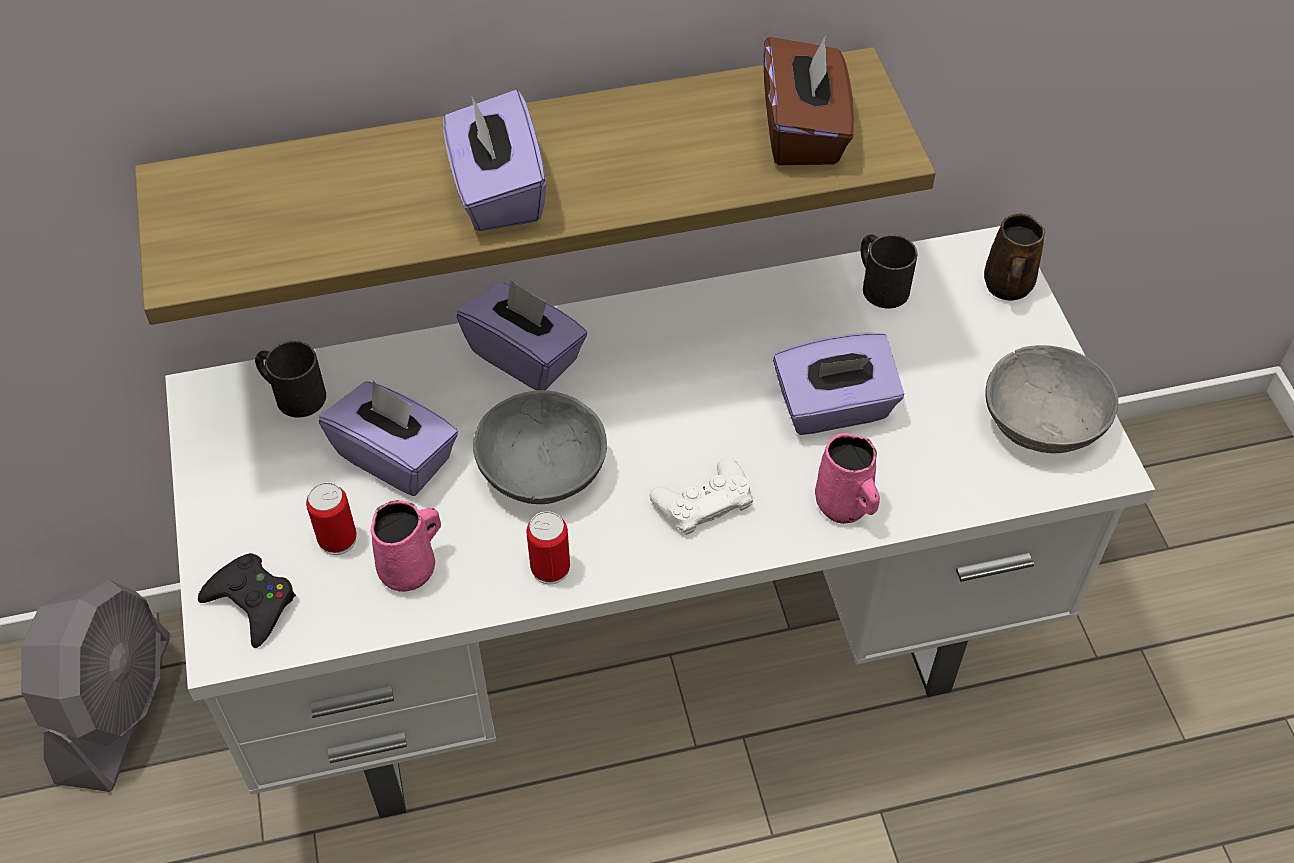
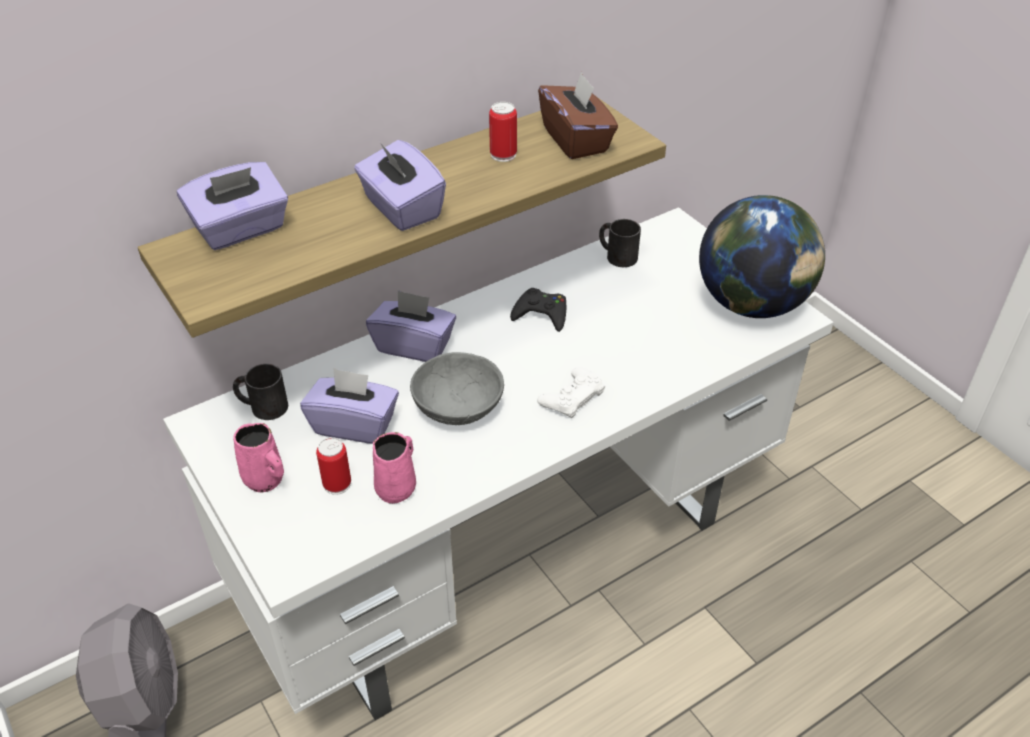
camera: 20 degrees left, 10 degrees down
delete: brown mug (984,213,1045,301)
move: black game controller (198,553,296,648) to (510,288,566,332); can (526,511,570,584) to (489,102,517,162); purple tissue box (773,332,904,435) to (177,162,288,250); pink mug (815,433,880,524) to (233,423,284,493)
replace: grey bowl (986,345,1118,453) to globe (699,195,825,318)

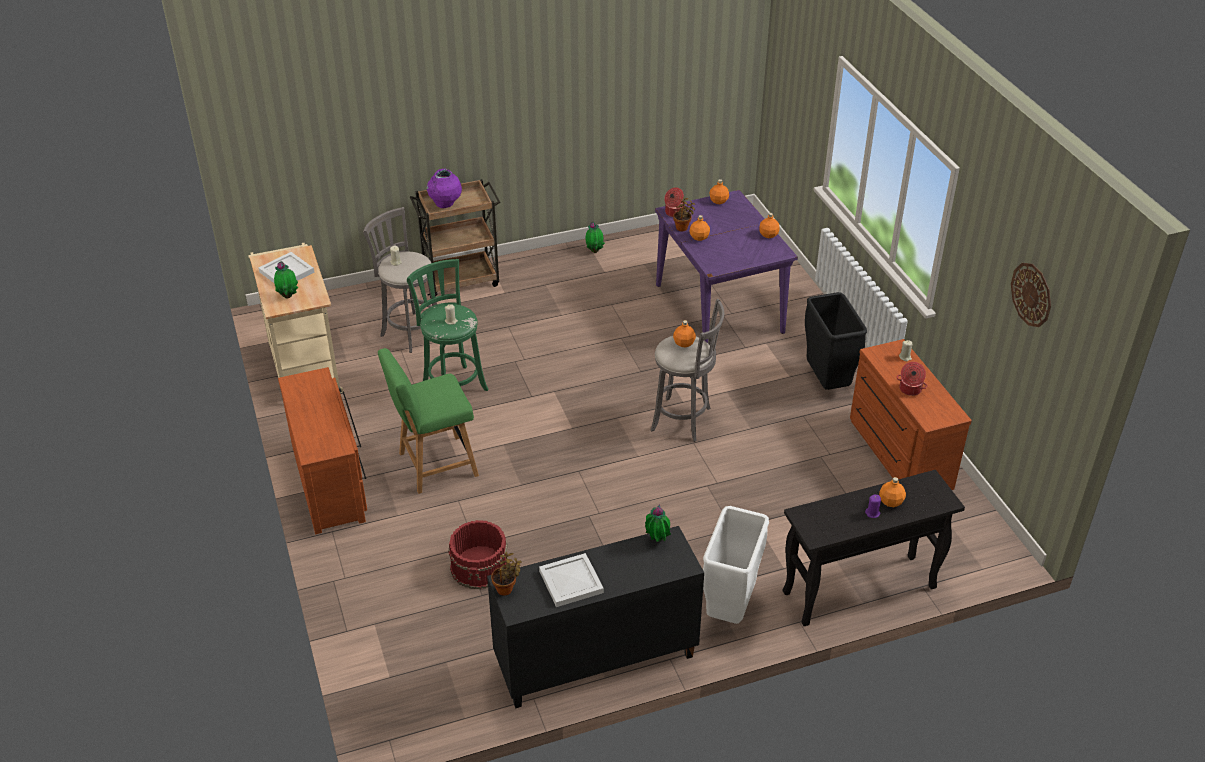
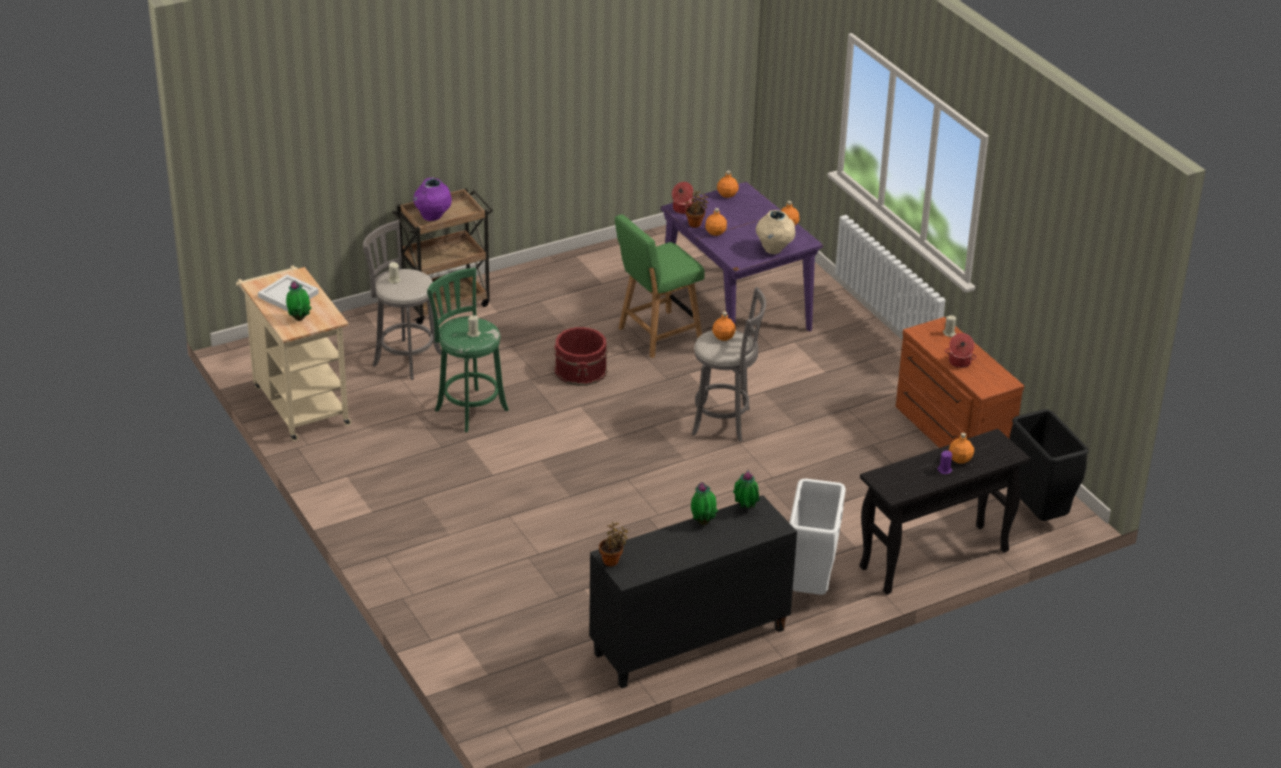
camera: 10 degrees left, 5 degrees down
delete: brown dresser (278,367,367,534); white tray (539,553,604,607); wall clock (1011,263,1051,327)
insert: beige vase (756,210,795,254)
move: green chair (378,348,479,494) to (615,214,705,358); red bucket (448,520,508,589) to (554,327,608,386); potted plant (586,222,605,253) to (691,482,718,525); black trash can (805,292,867,390) to (1010,409,1088,521)

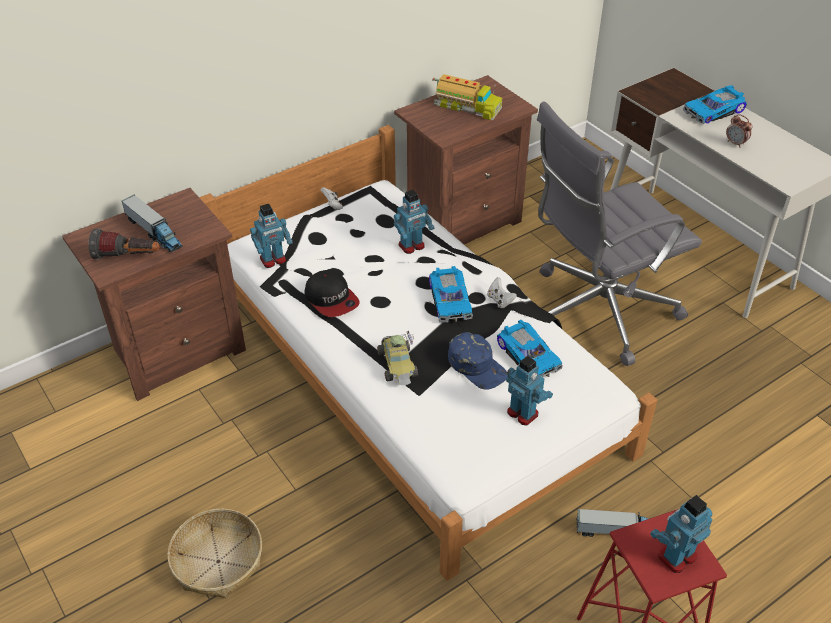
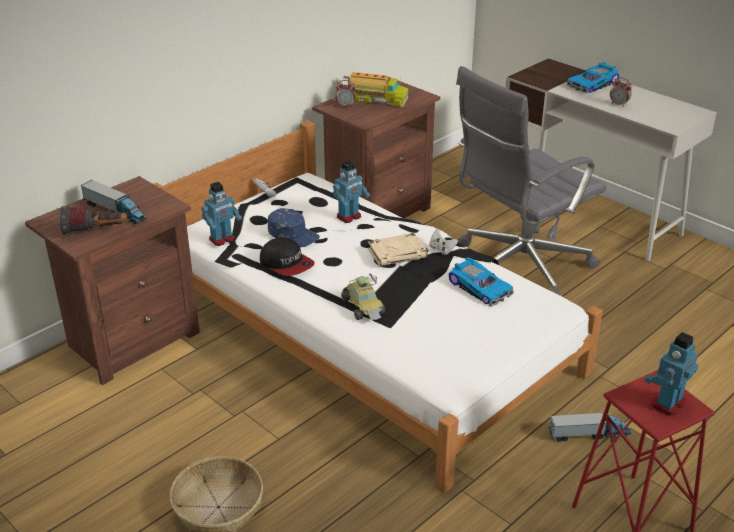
camera: 10 degrees left, 10 degrees down
delete: toy robot (506,356,553,426)
insert: alarm clock (335,80,356,107)
move: blue cap (448,332,508,389) to (268,208,320,247)
replace: toy car (429,266,473,322) to beige book (368,233,427,267)

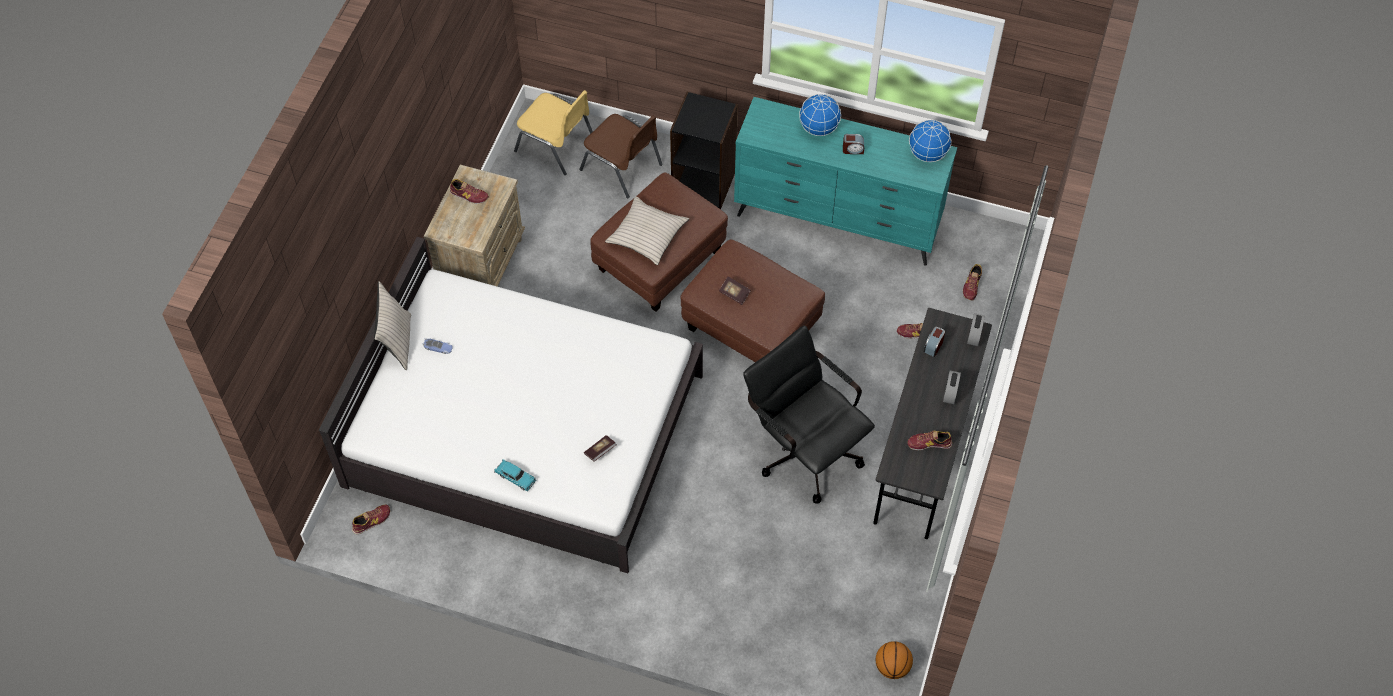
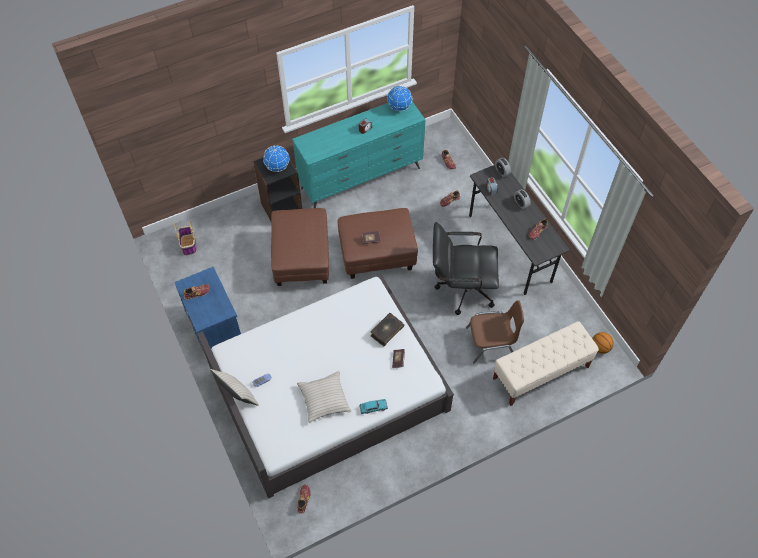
camera: 45 degrees left, 0 degrees up
insert: book (370,313,404,346); beige bench (493,321,599,406)
move: brown chair (580,114,663,198) to (466,300,524,363); beige pillow (605,196,689,265) to (297,371,351,423); globe (799,94,841,136) to (263,146,290,172)
replace: yellow chair (514,90,593,175) to basket (174,221,197,256)
recolor: beige nightstand (424,165,525,287) to blue nightstand (174,267,241,354)

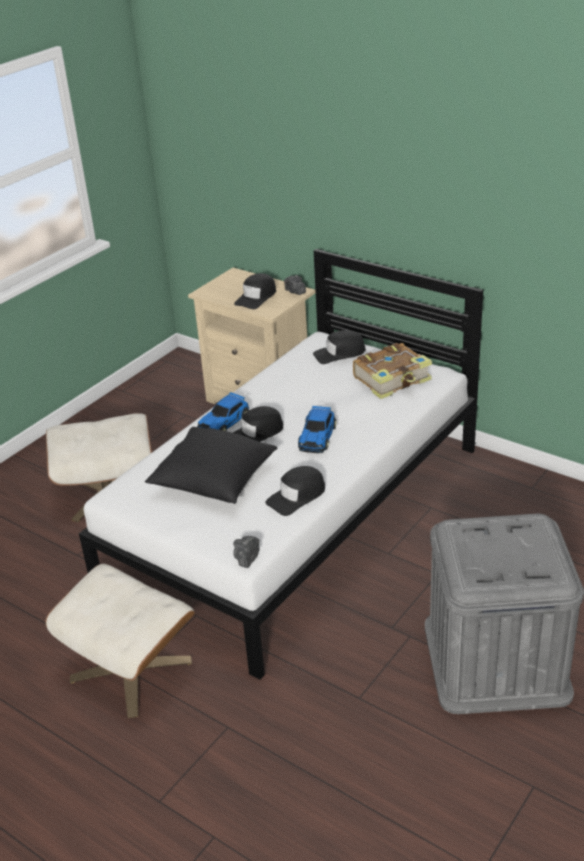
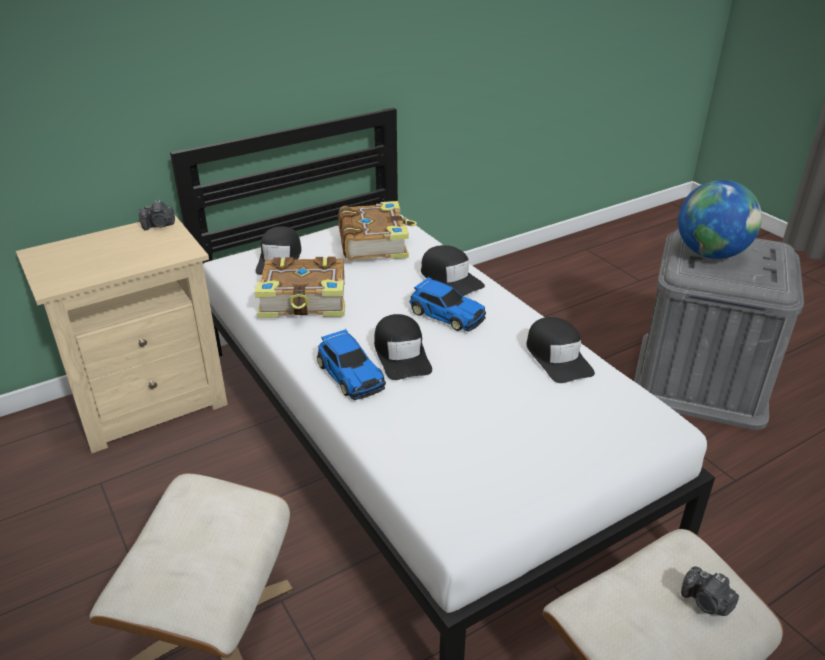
camera: 70 degrees left, 0 degrees up
delete: black pillow (145,427,277,504)
insert: book (254,256,345,318); globe (678,180,762,259)
move: photo camera (233,536,260,568) to (681,566,739,616); black cap (234,273,276,309) to (421,245,485,296)

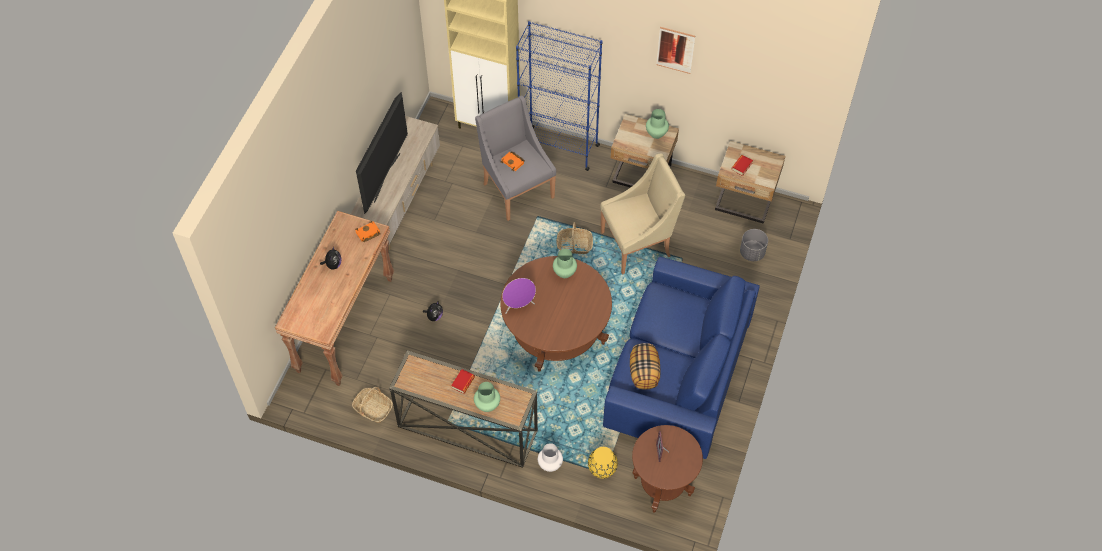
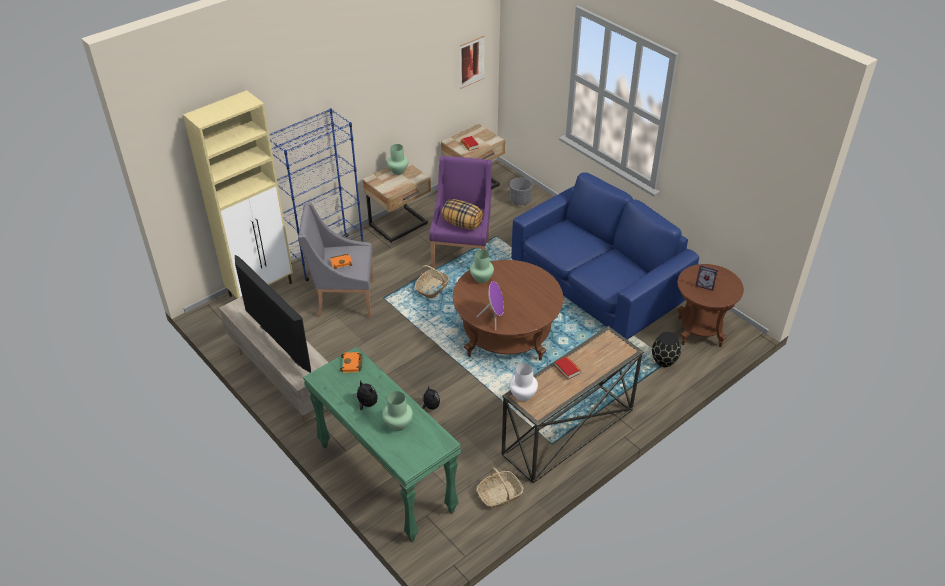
camera: 60 degrees left, 15 degrees down
move: green vase (474,382,500,412) to (382,391,413,431); white vase (538,443,563,472) to (509,363,538,401); pillow (630,343,661,390) to (442,199,483,229); picture (656,27,695,74) to (460,36,485,89)
recolor: brown console table (275,211,394,386) to green console table (303,347,461,543); yellow vase (588,447,618,479) to black vase (652,332,681,367); beige armchair (600,153,685,275) to purple armchair (429,156,492,269)

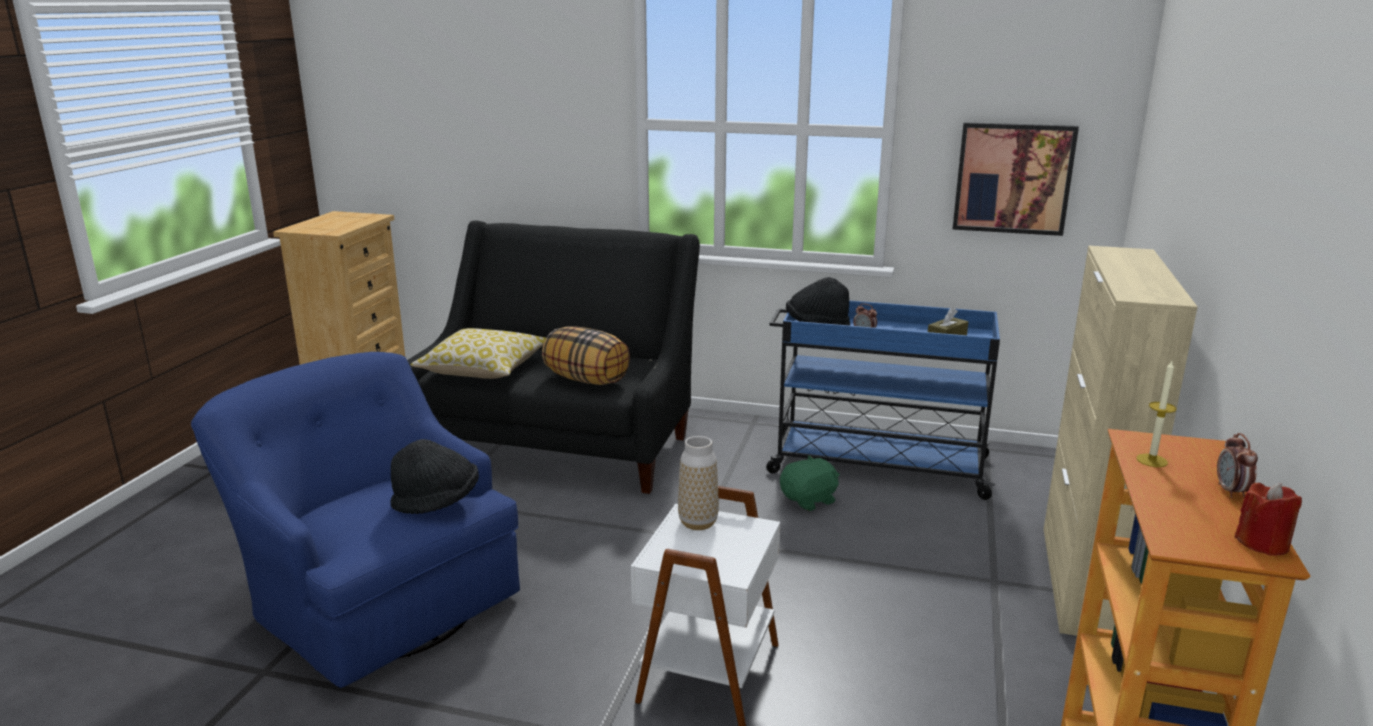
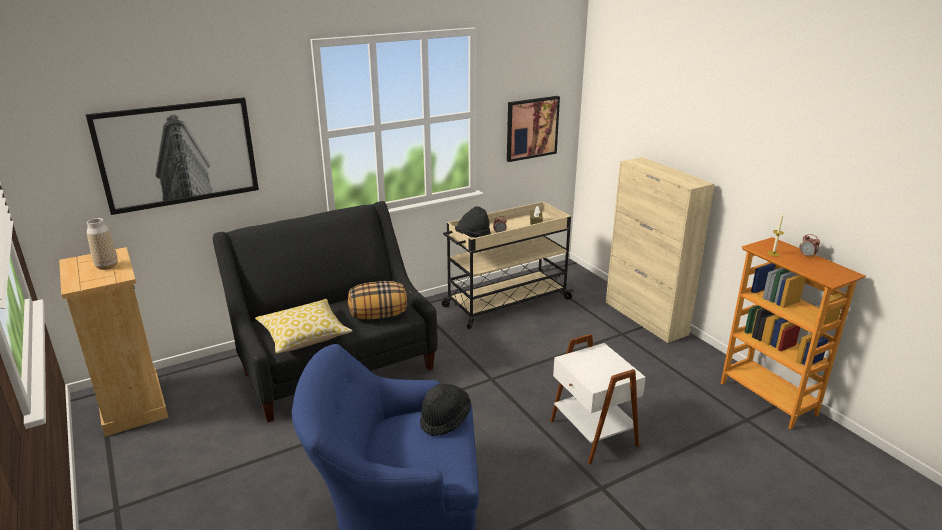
camera: 45 degrees left, 5 degrees up
delete: green plush toy (780,455,840,511); red candle (1234,483,1302,556)
insert: picture (85,97,259,215)
move: vase (678,436,719,530) to (87,218,118,270)
recolor: blue cart (766,300,1000,500) to beige cart (442,201,574,329)

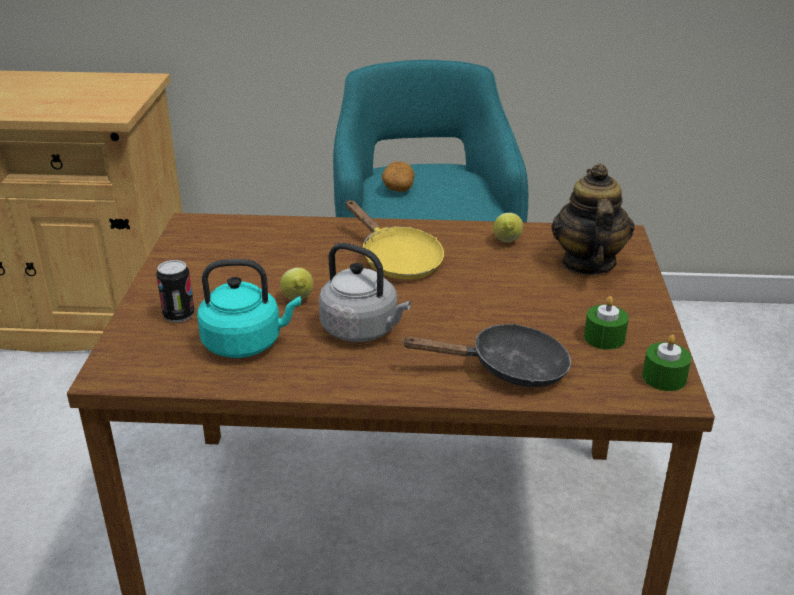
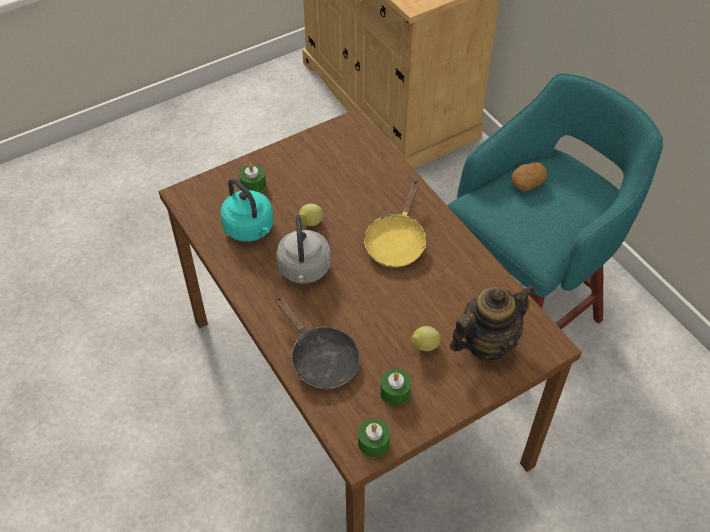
camera: 55 degrees right, 20 degrees up
move: lemon (494,213,523,242) to (411,326,441,351)
replace: can (156,260,195,322) to green candle (239,163,266,193)

